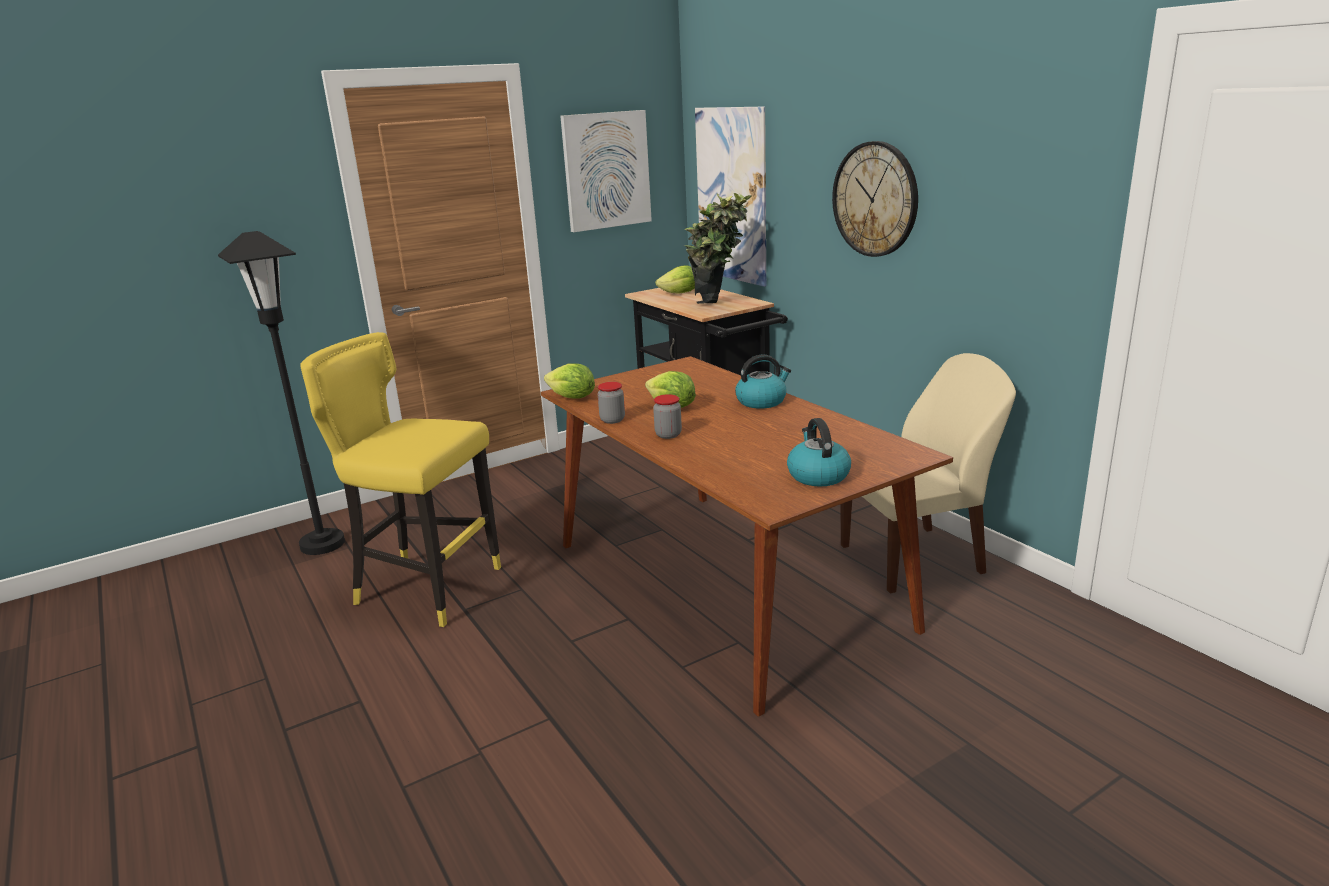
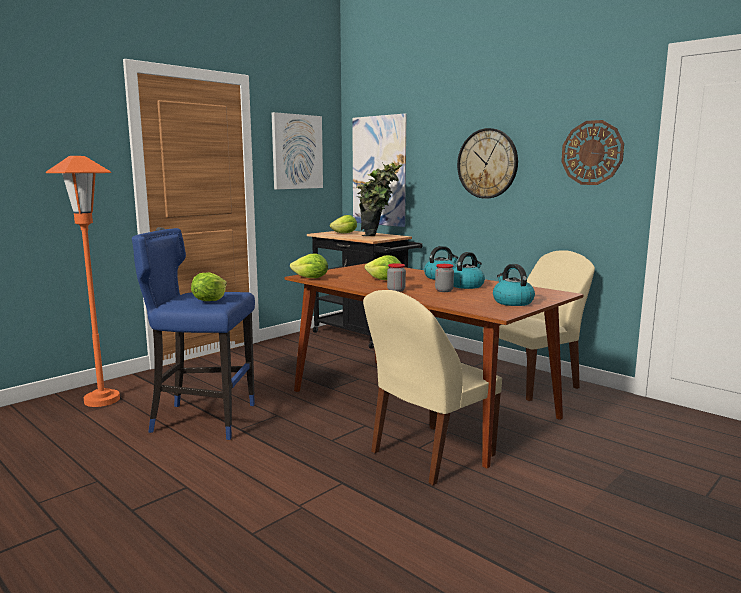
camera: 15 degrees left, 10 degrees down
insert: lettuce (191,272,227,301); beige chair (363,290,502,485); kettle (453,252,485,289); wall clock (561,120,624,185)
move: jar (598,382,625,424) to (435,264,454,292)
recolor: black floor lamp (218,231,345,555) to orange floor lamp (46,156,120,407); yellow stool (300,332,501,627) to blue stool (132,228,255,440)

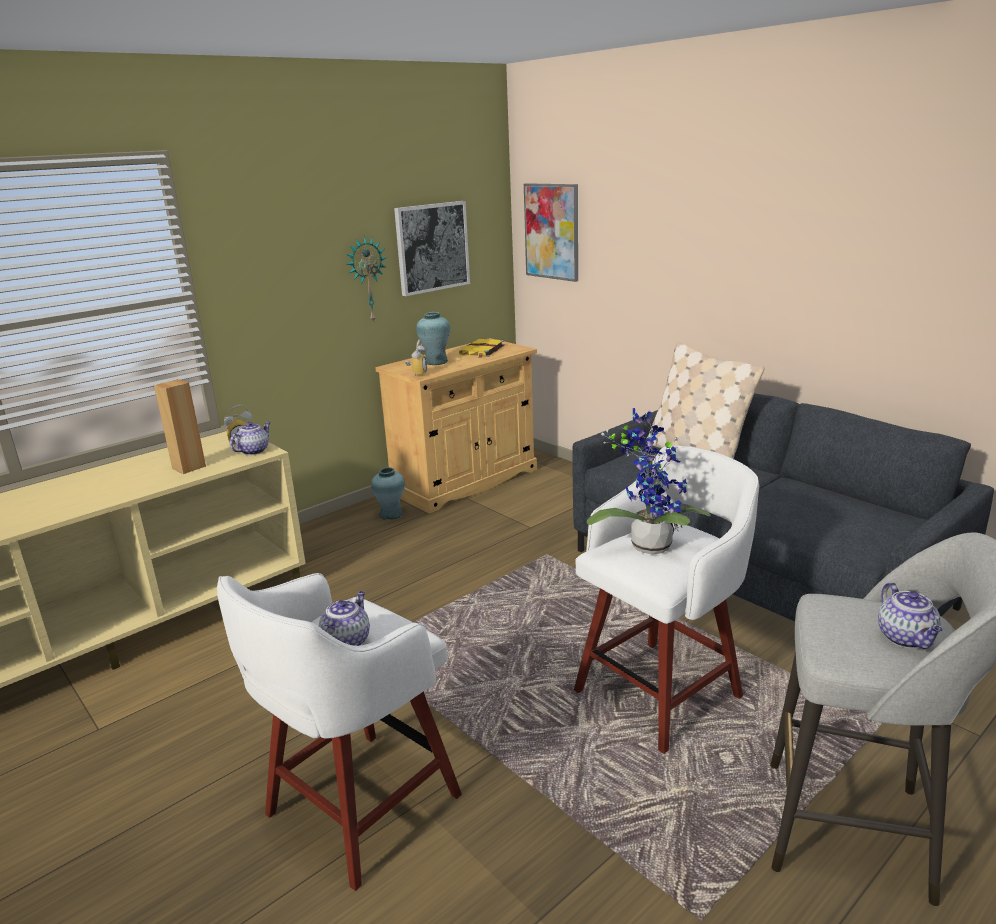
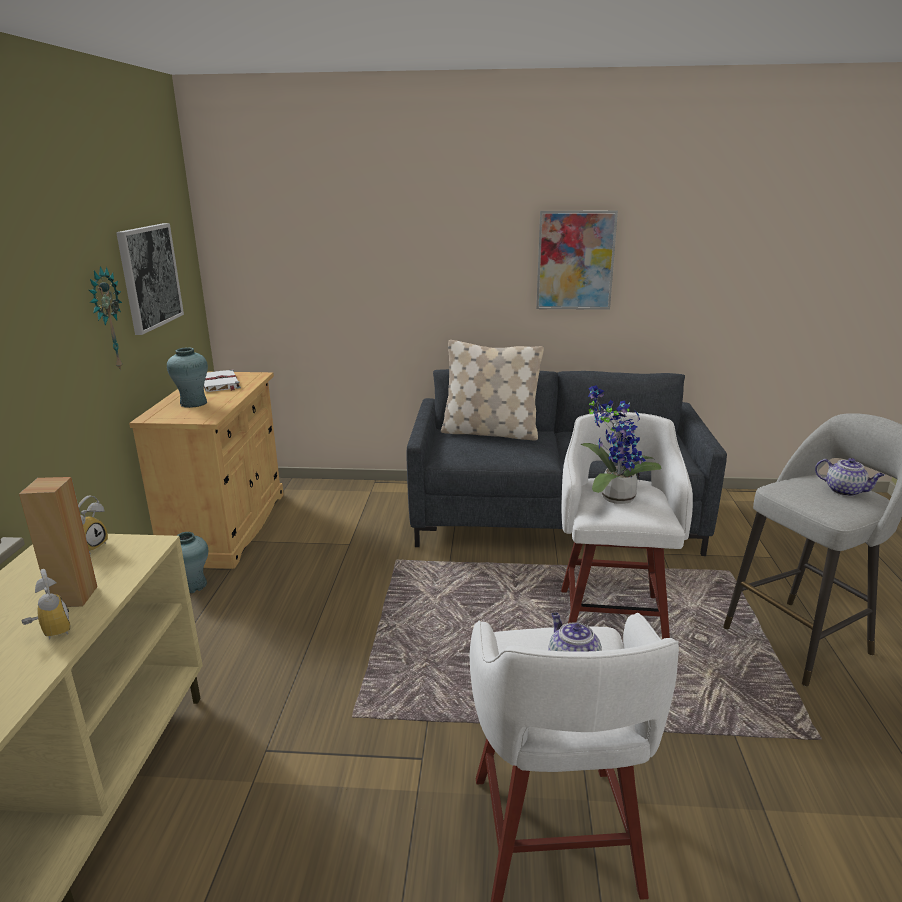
camera: 45 degrees left, 0 degrees up
delete: teapot (230,422,271,455)
move: alarm clock (405,340,427,377) to (21,569,71,639); picture (524,183,578,282) to (536,210,618,310)
recolor: yellow book (459,339,505,358) to white book (204,369,241,392)

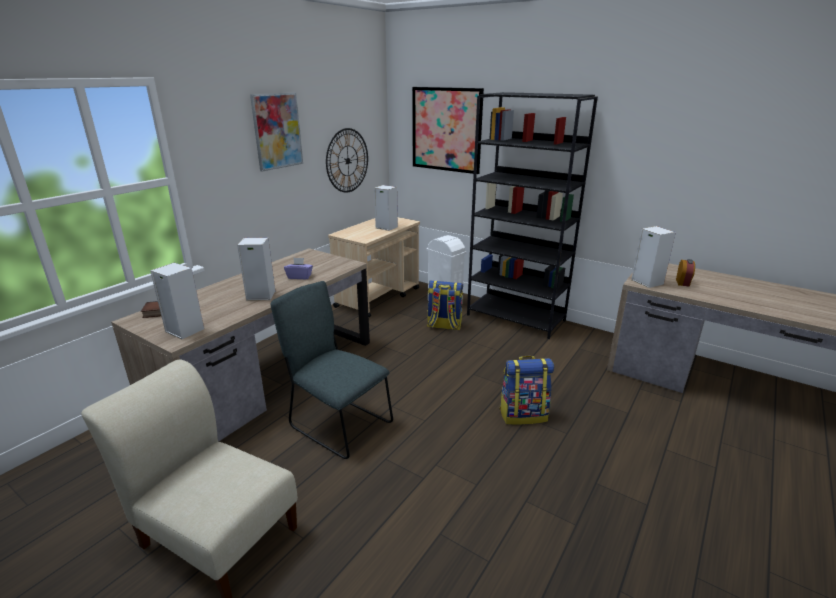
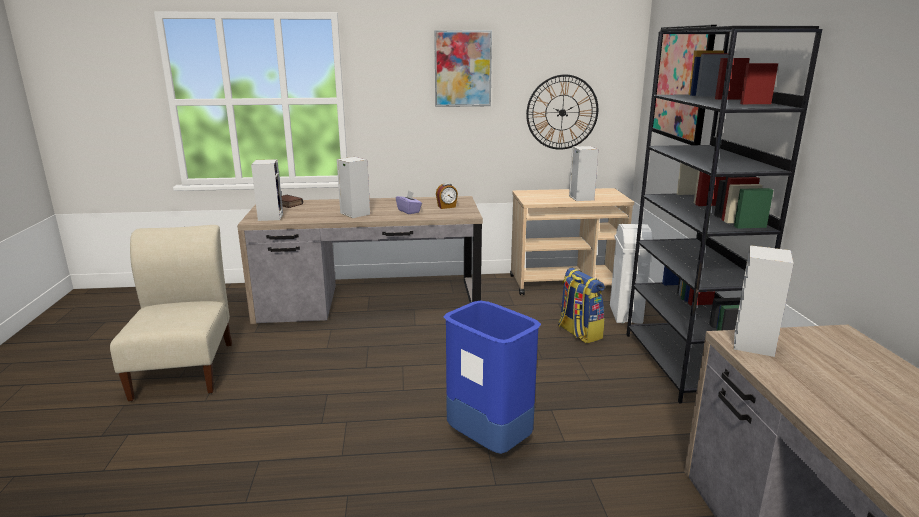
camera: 50 degrees right, 5 degrees down
delete: grey chair (271,281,393,459)
move: alarm clock (676,259,695,287) to (436,183,458,209)
replace: backpack (499,356,554,425) to blue trash can (443,300,541,454)

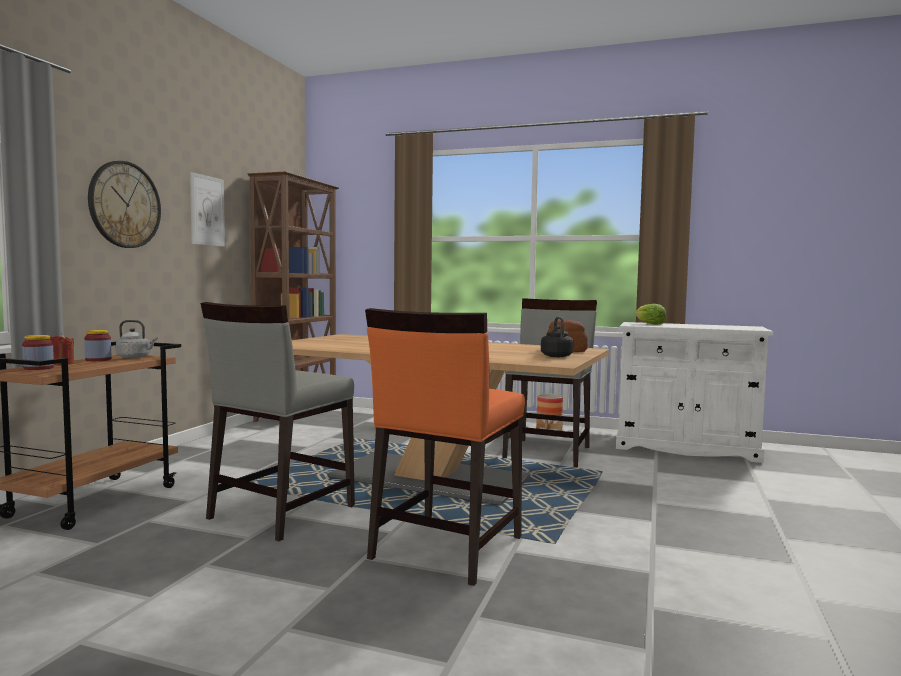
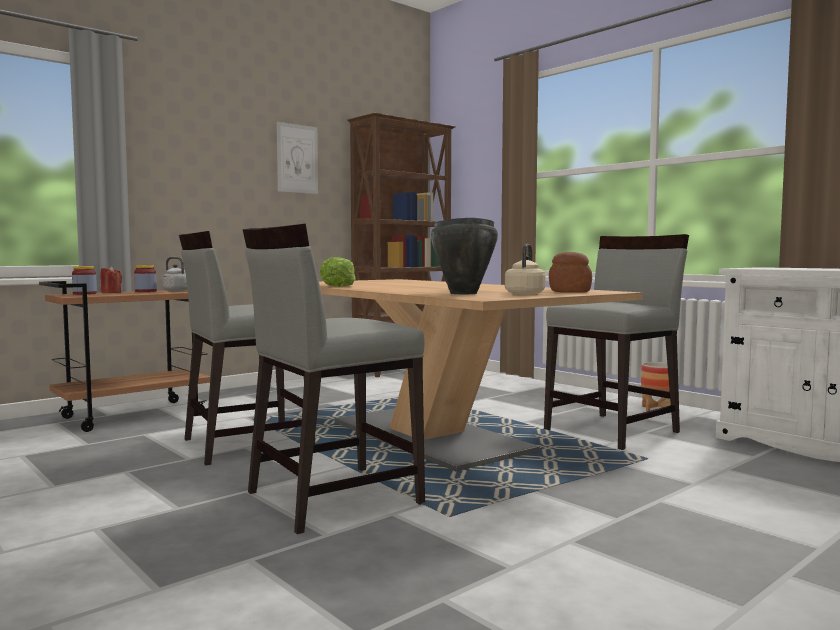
camera: 30 degrees right, 0 degrees up
delete: wall clock (88,161,161,248)
insert: black cooking pot (431,217,498,294)
move: lettuce (635,304,666,325) to (320,257,356,287)
recolor: orange chair (365,308,525,586) to grey chair (243,224,425,534); black kettle (541,317,574,357) to beige kettle (505,244,546,295)

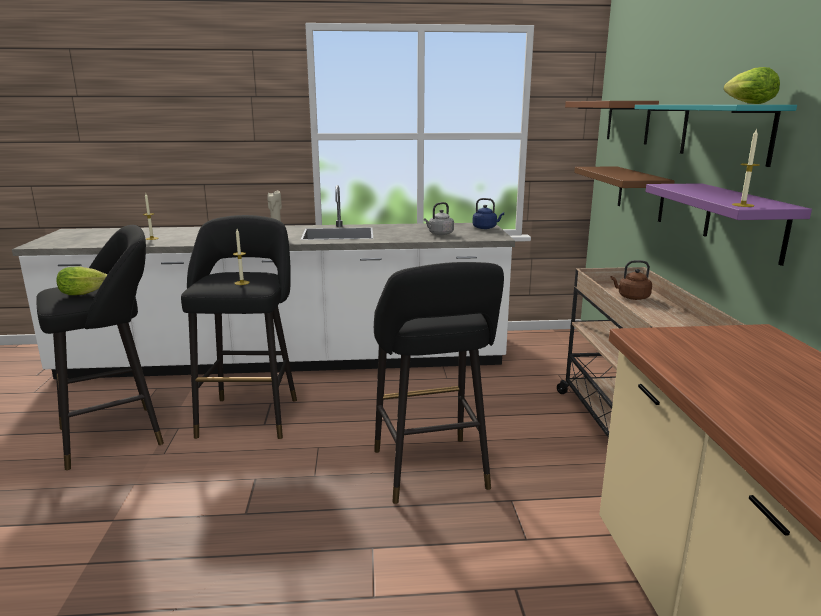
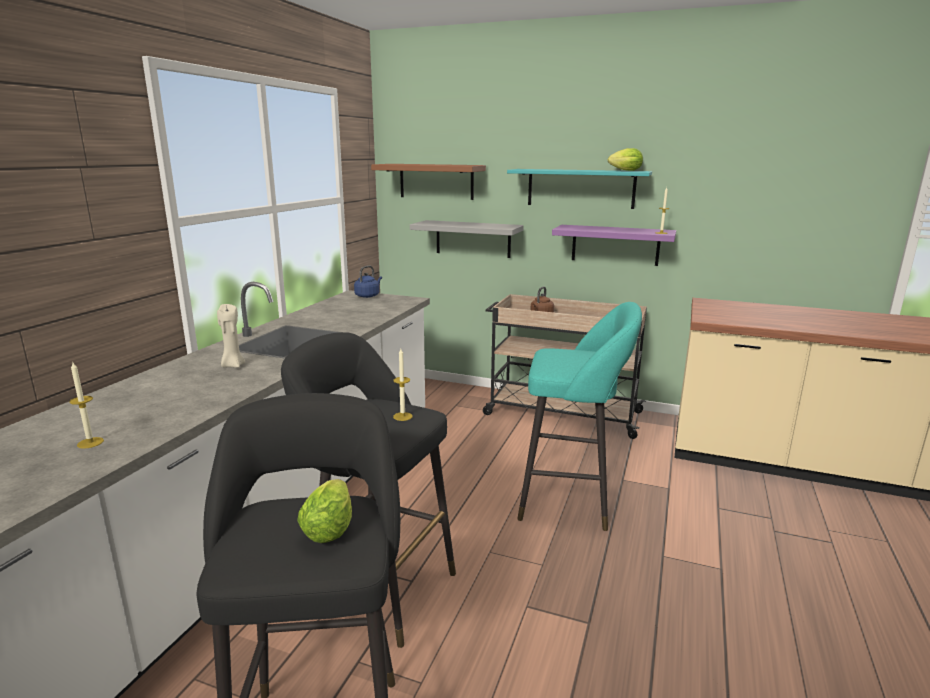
camera: 65 degrees left, 0 degrees up
delete: grey kettle (424,202,454,235)
recolor: black stool (374,262,504,504) to turquoise stool (517,302,642,531); brown shelf (574,166,674,222) to grey shelf (410,220,524,258)

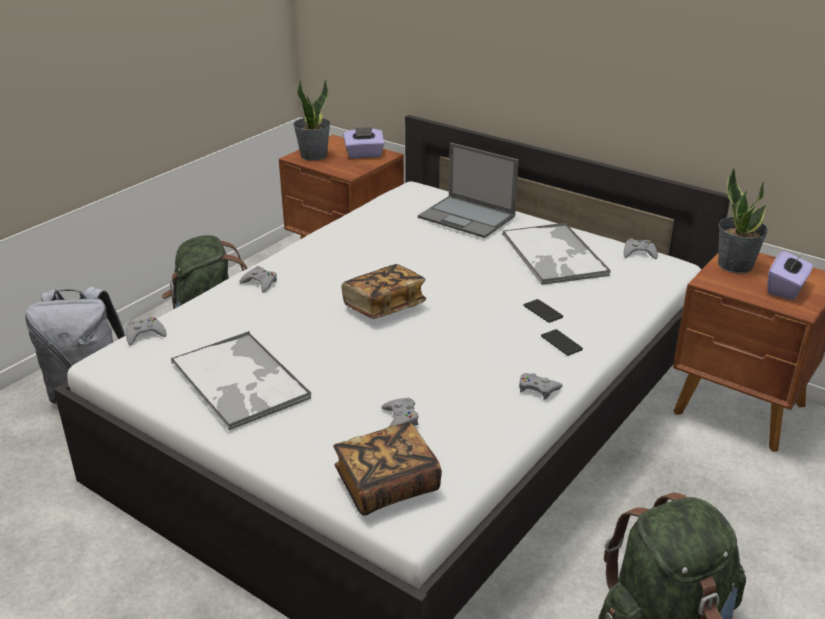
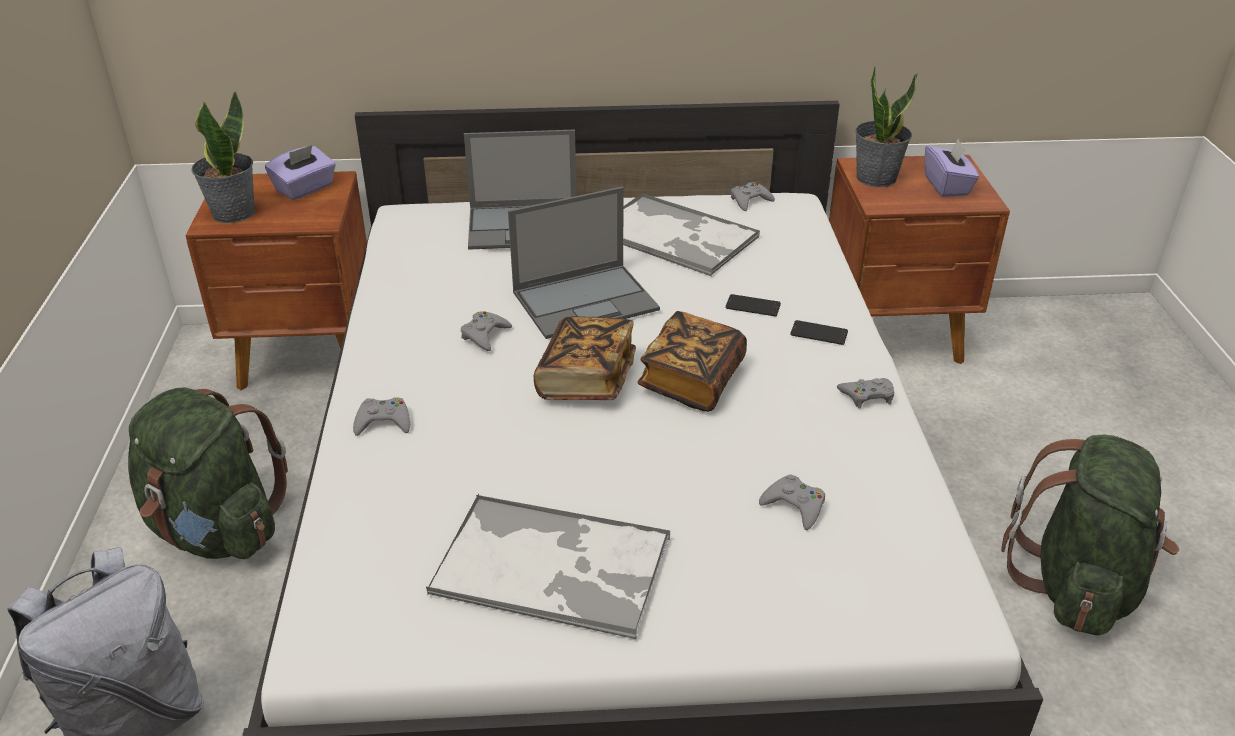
camera: 40 degrees left, 5 degrees up
insert: laptop (508,187,660,339)
move: grey game controller (126,317,167,346) to (461,311,512,351); book (333,422,442,516) to (638,311,747,412)

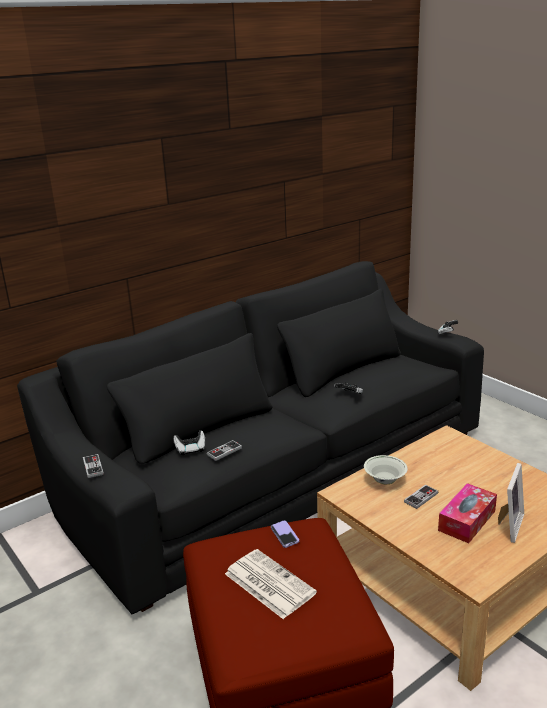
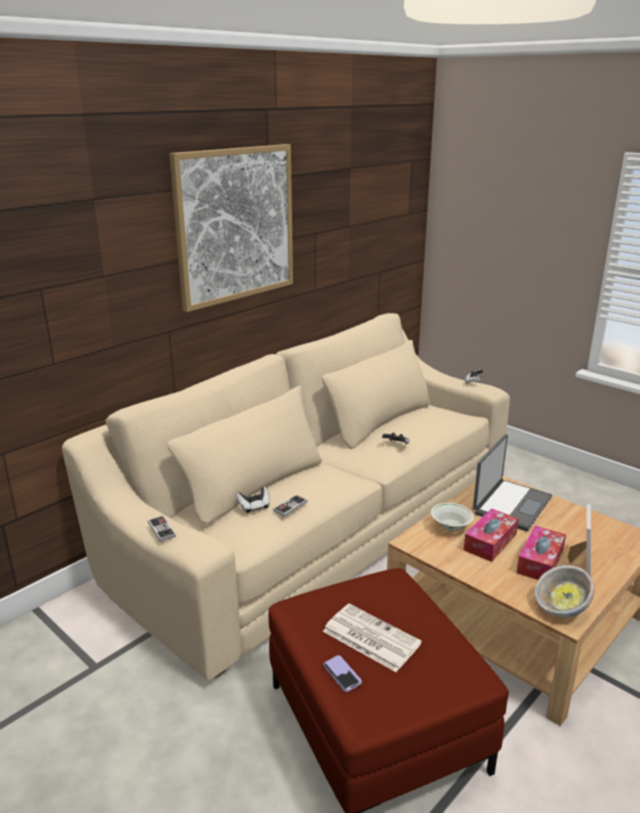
camera: 10 degrees left, 0 degrees up
insert: picture (169,144,293,312); laptop (473,434,552,531); bowl (535,565,594,617)
move: phone (271,521,299,548) to (323,655,362,692)
replace: game controller (404,485,438,509) to tissue box (464,508,519,562)
recolor: black sofa (17,261,484,614) to beige sofa (62,313,510,681)

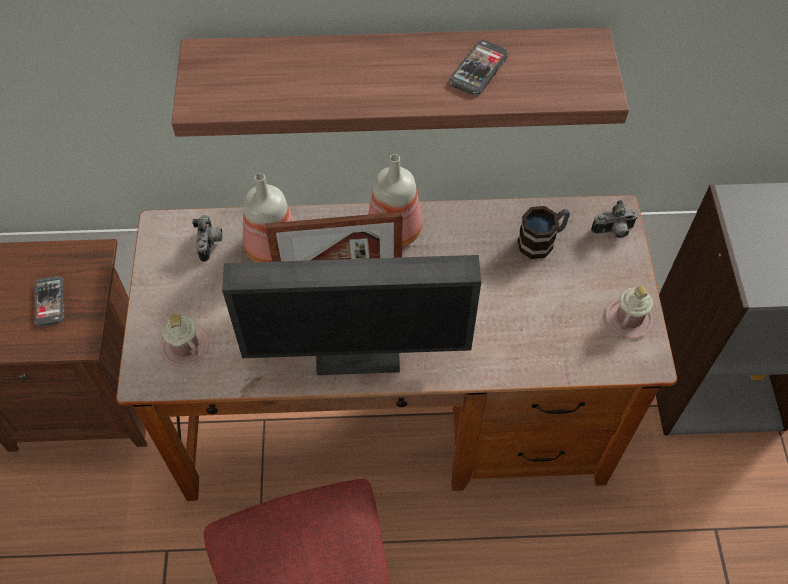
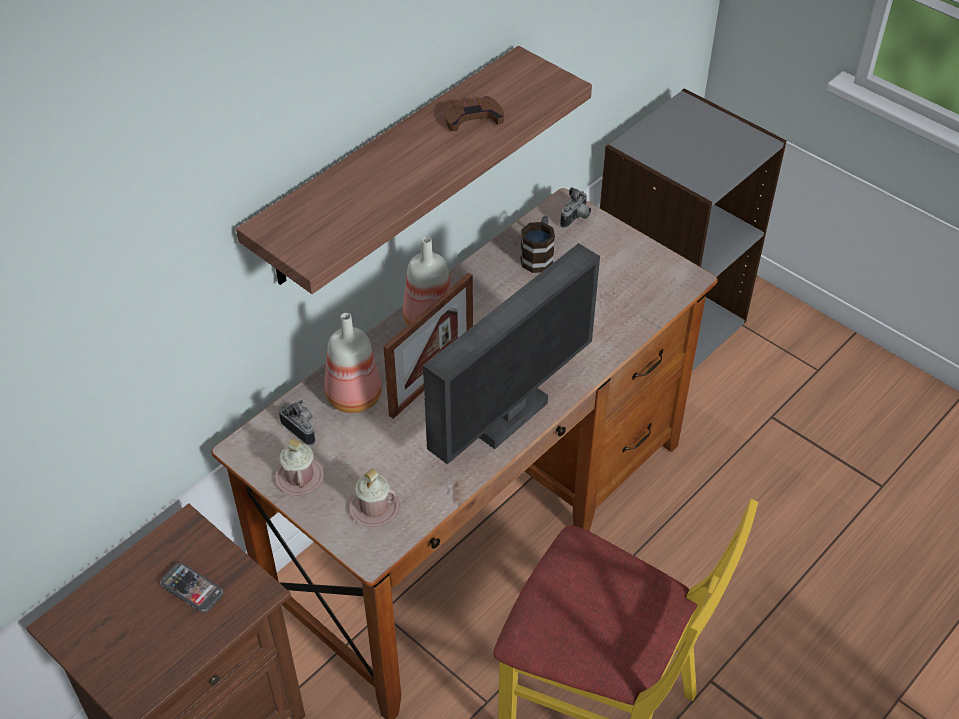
camera: 45 degrees left, 10 degrees down
move: pink mug (606,286,654,338) to (275,438,325,496)
replace: phone (449,40,508,95) to brown game controller (446,96,504,131)

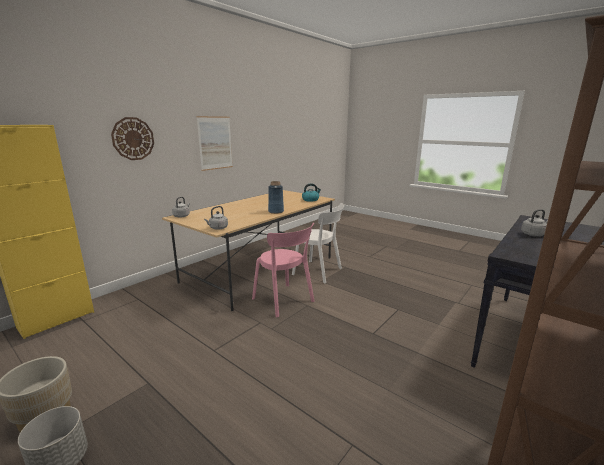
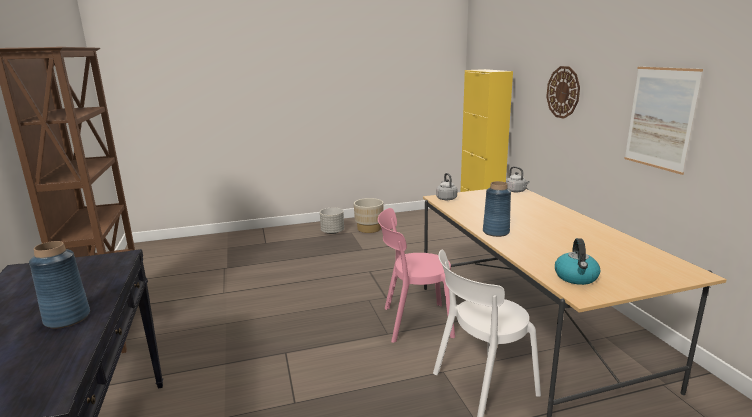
camera: 125 degrees right, 0 degrees up
replace: grey kettle (521,209,548,236) to blue vase (29,241,90,328)

